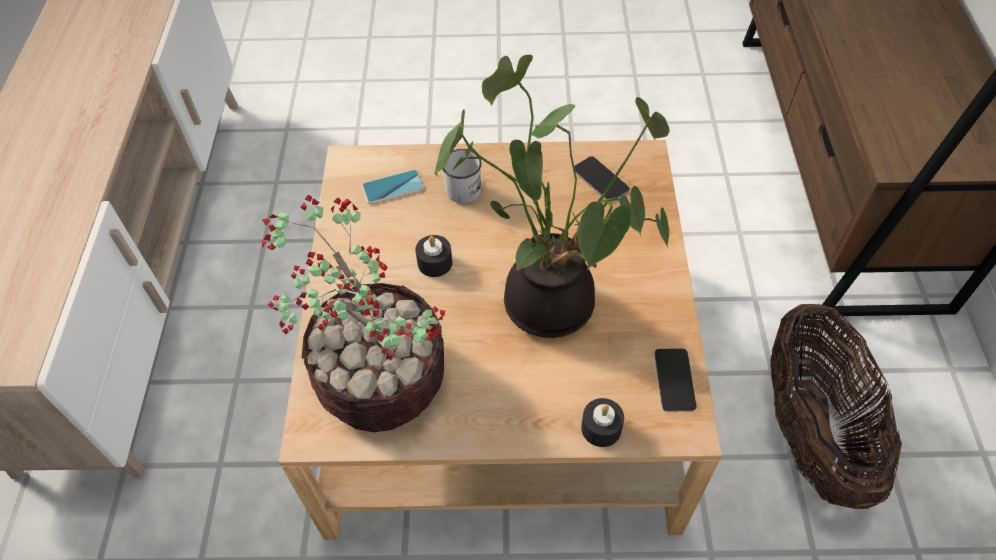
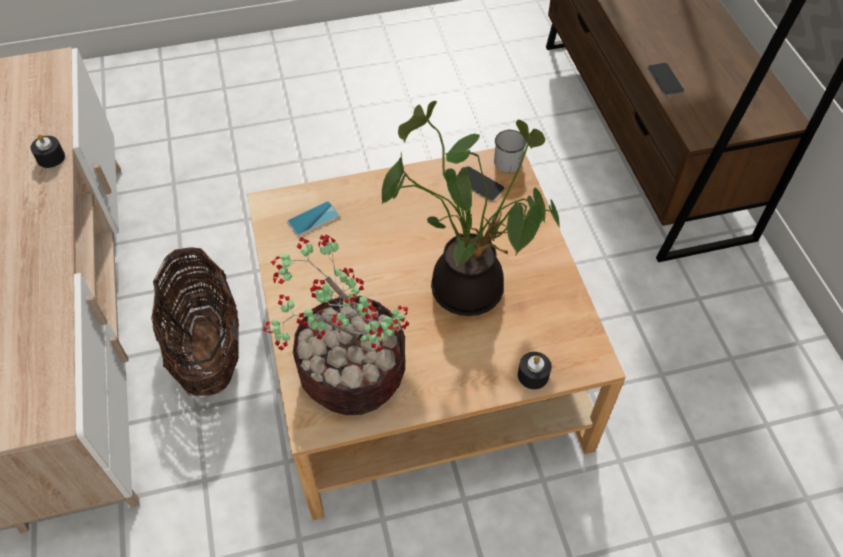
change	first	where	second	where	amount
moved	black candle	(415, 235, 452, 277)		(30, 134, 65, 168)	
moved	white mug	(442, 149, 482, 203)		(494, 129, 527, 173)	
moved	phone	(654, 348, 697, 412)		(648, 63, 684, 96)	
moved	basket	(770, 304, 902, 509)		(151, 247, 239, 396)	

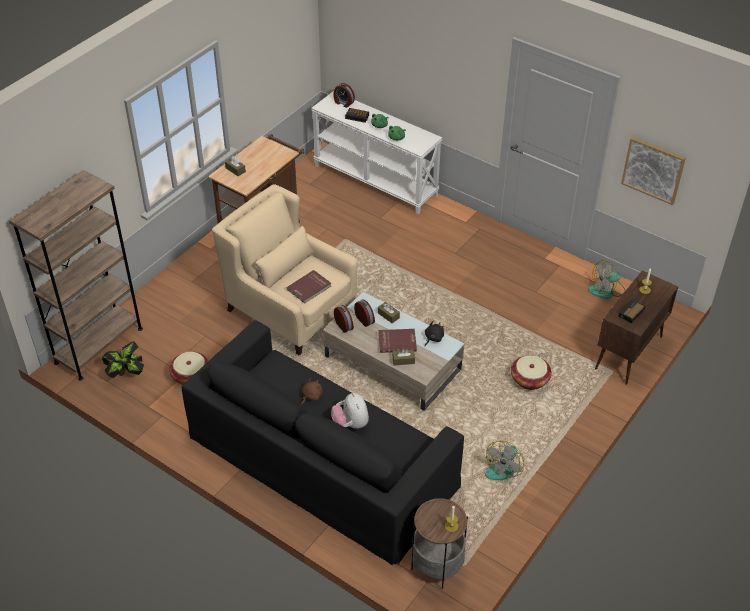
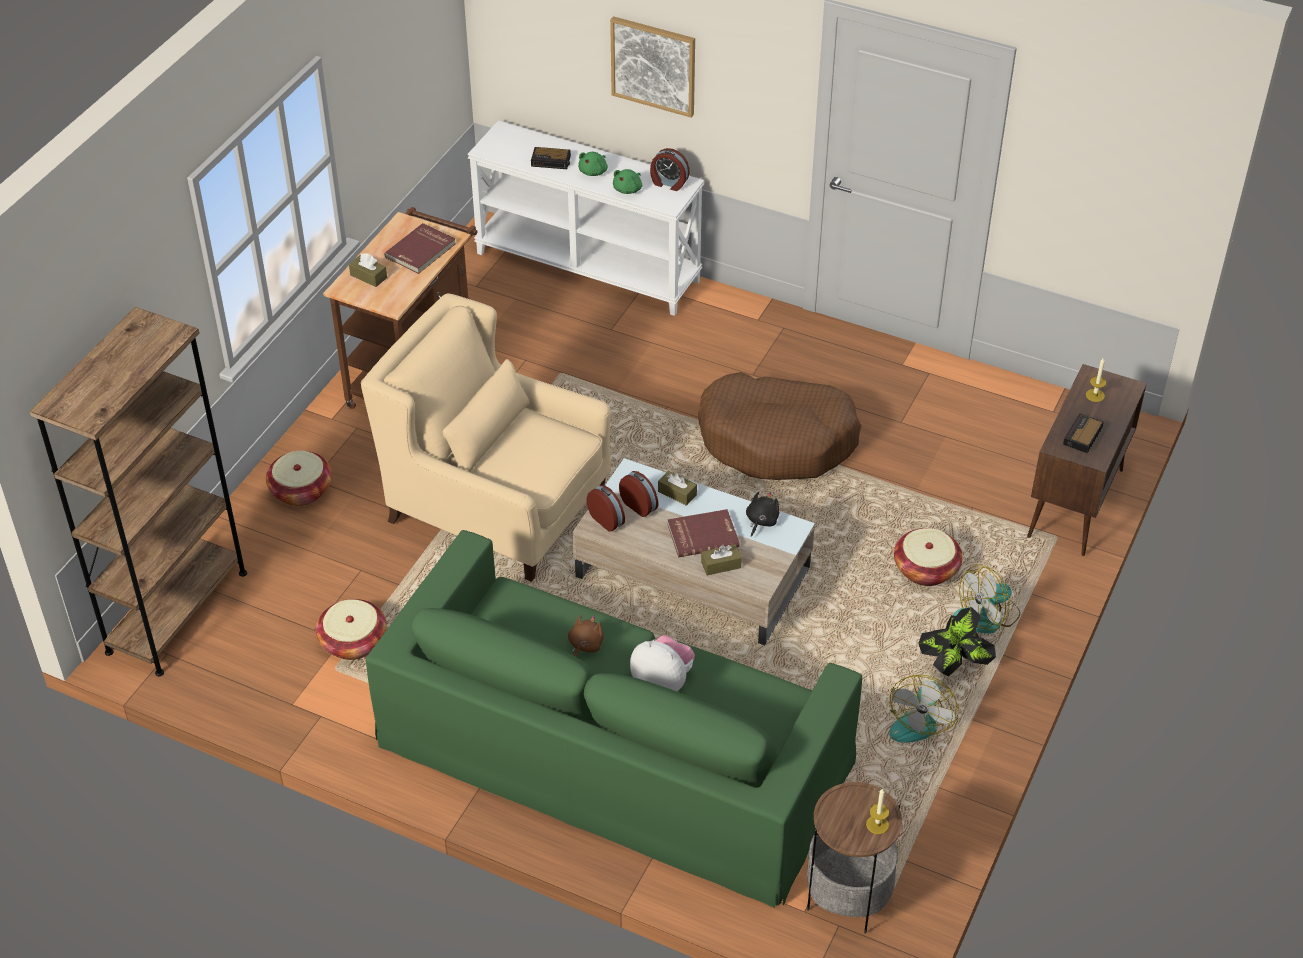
change	first	where	second	where	amount
added			basket	(266, 451, 332, 506)	
added			brown dog bed	(698, 372, 862, 480)	
moved	potted plant	(102, 341, 144, 378)		(918, 607, 996, 677)	
moved	red book	(287, 270, 331, 303)		(385, 223, 456, 274)	
moved	alarm clock	(333, 83, 355, 108)		(650, 148, 690, 191)	
moved	fan	(588, 260, 625, 299)		(953, 565, 1020, 634)	
moved	picture	(621, 137, 686, 205)		(610, 16, 695, 118)	
recoloured	black sofa	(181, 320, 464, 566)	green sofa	(366, 530, 862, 908)	
turned	plush toy	(331, 393, 369, 429)		(630, 635, 695, 691)	150 degrees clockwise

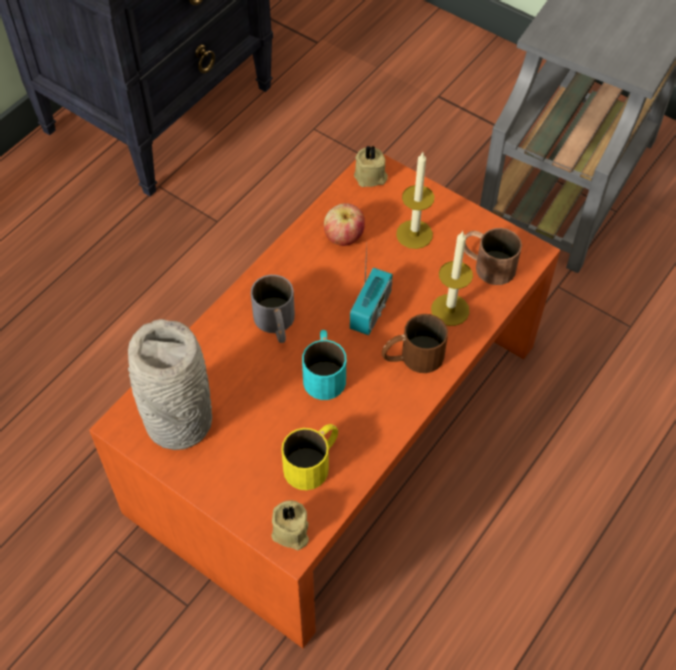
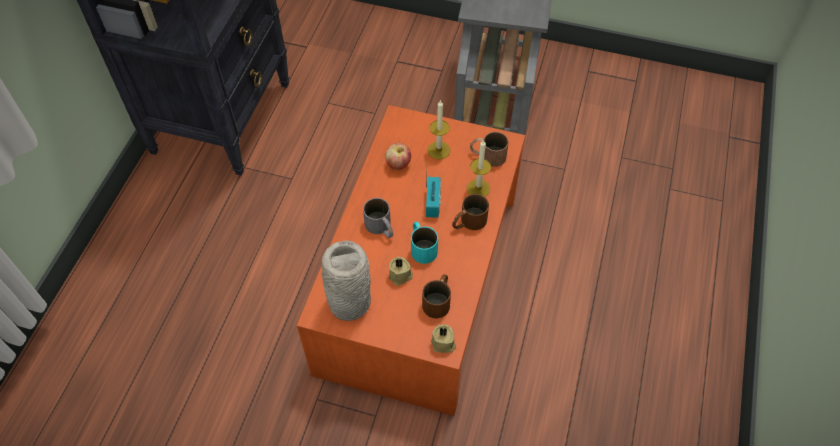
change	first	where	second	where	amount
moved	beige candle	(354, 145, 388, 187)		(389, 257, 413, 286)	
recoloured	yellow mug	(281, 424, 338, 490)	brown mug	(422, 274, 451, 318)	

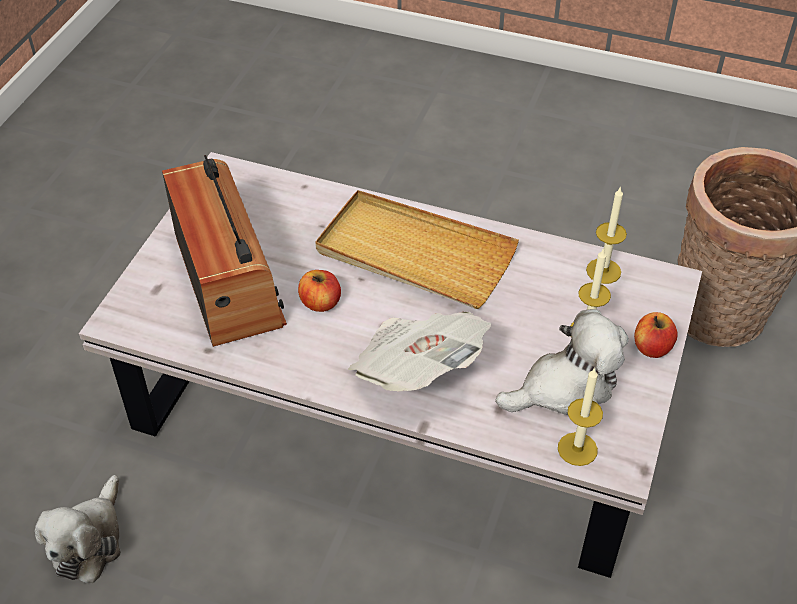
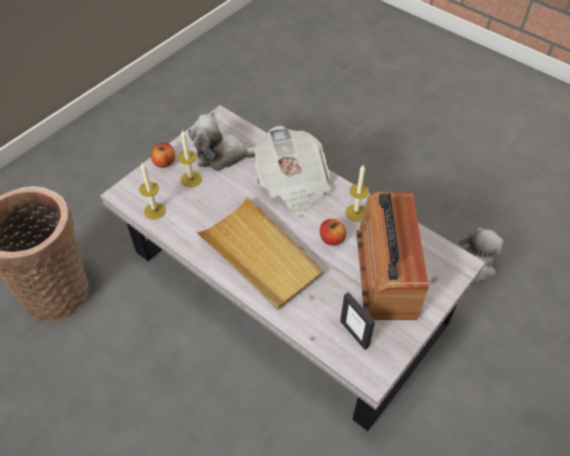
change	first	where	second	where	amount
added			picture frame	(340, 292, 375, 350)	
moved	candle	(558, 367, 603, 466)		(345, 165, 369, 222)	

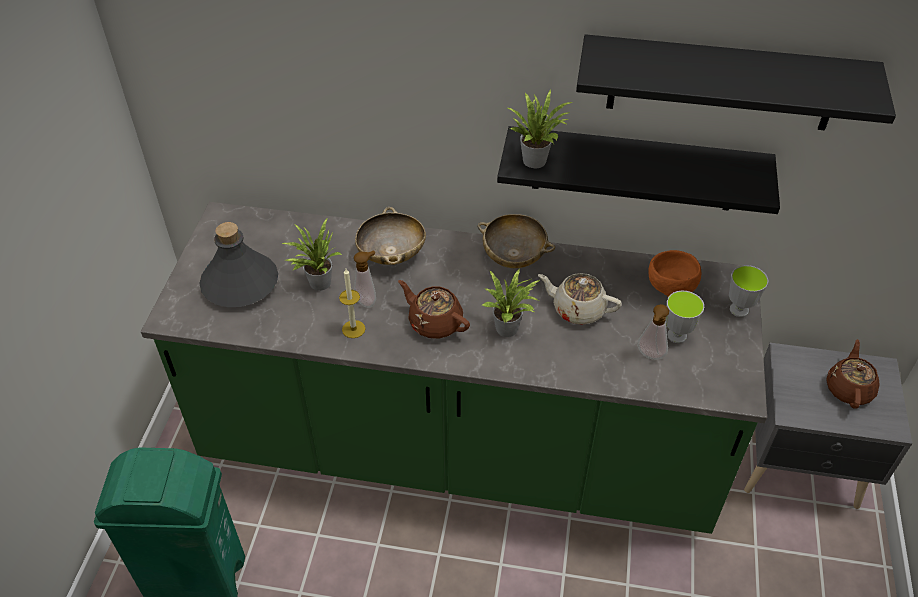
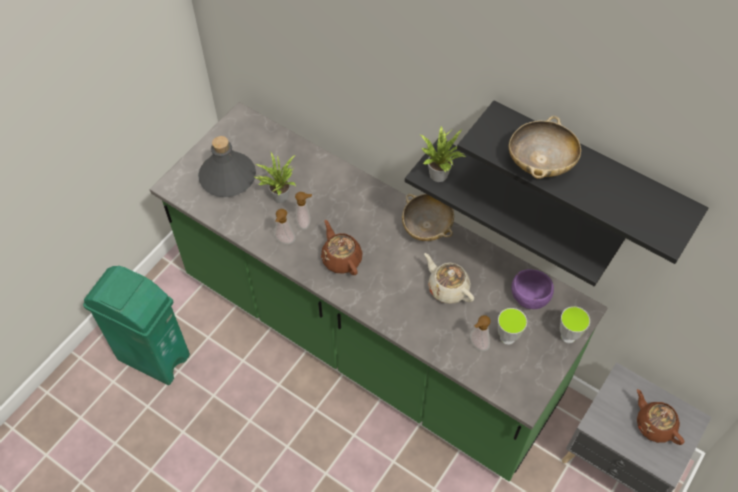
change	first	where	second	where	amount
removed	potted plant	(482, 269, 540, 337)			
moved	beige bowl	(355, 207, 426, 265)		(509, 115, 581, 179)	
replaced	candle	(339, 269, 365, 338)	soap dispenser	(274, 209, 296, 245)	
recoloured	orange bowl	(649, 250, 701, 297)	purple bowl	(511, 269, 554, 309)	
turned	brown teapot	(827, 339, 879, 409)		(637, 389, 684, 445)	75 degrees counterclockwise

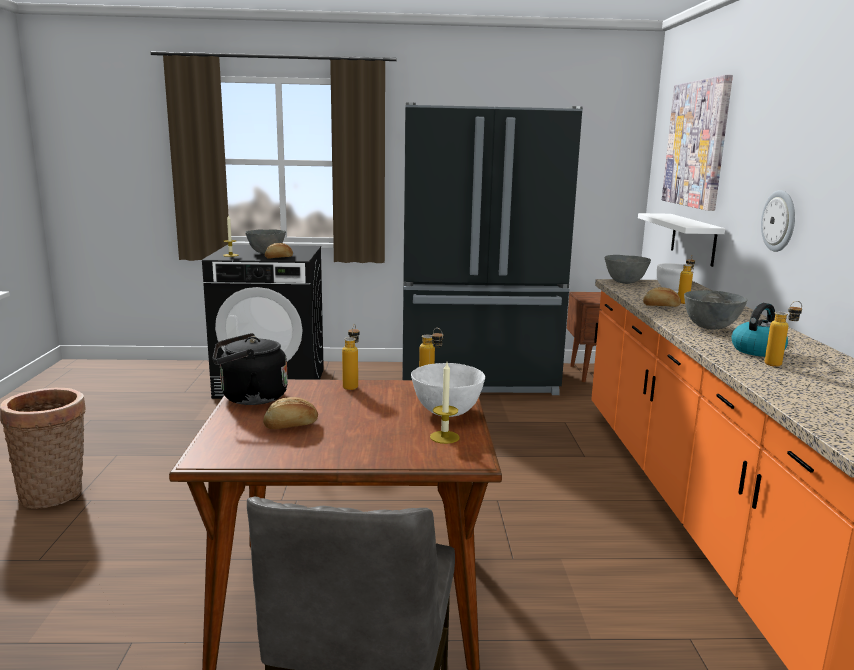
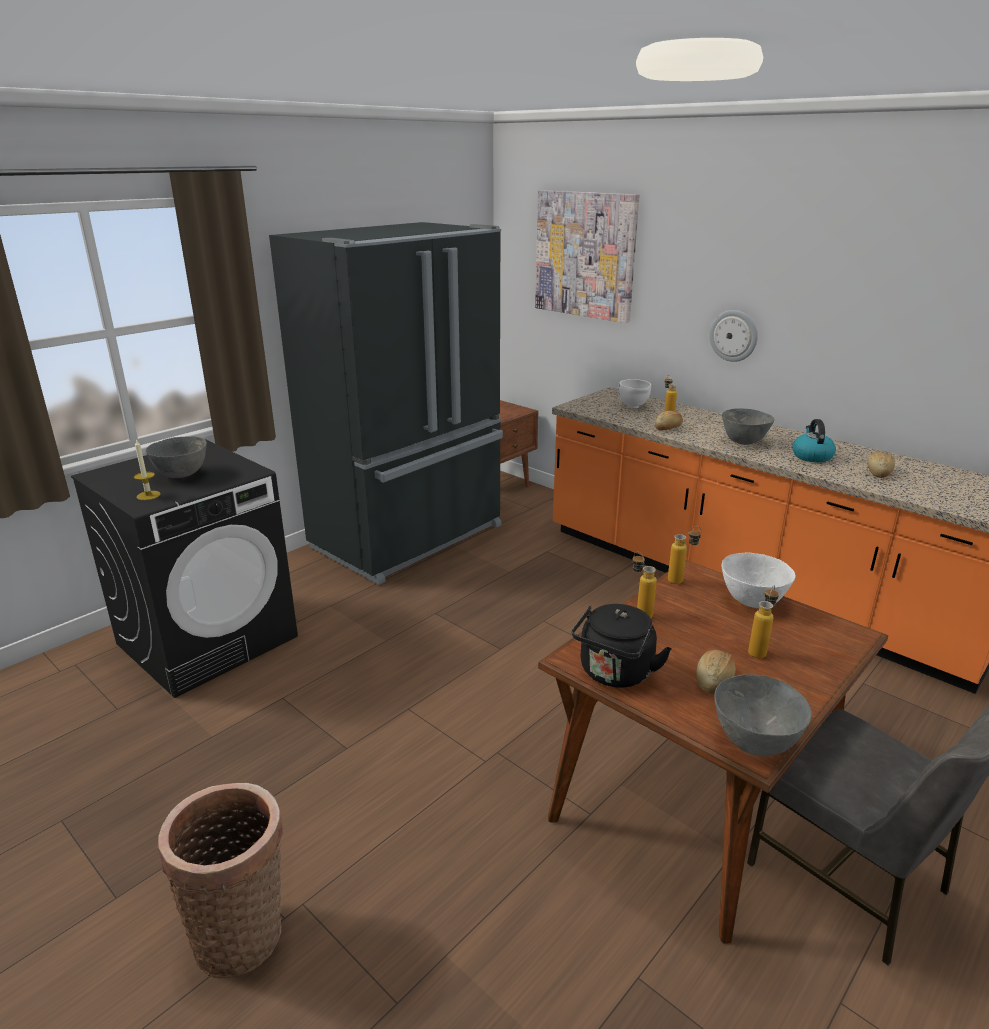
change	first	where	second	where	amount
removed	candle	(430, 362, 460, 444)			
removed	white shelf	(638, 213, 725, 267)			
moved	bread	(265, 243, 293, 259)		(867, 452, 895, 478)	
moved	grey bowl	(605, 255, 651, 284)		(714, 674, 812, 756)	
moved	bottle	(764, 301, 802, 367)		(748, 585, 779, 659)	

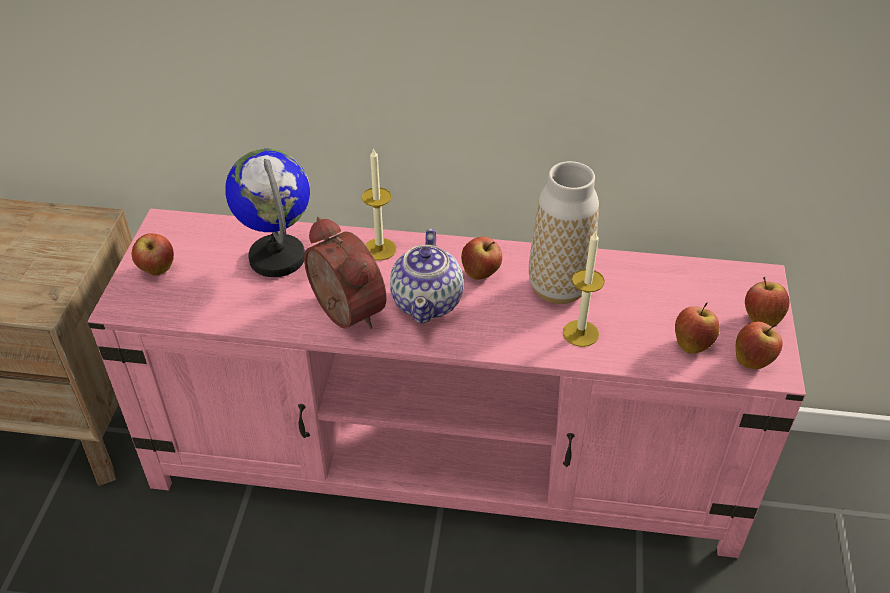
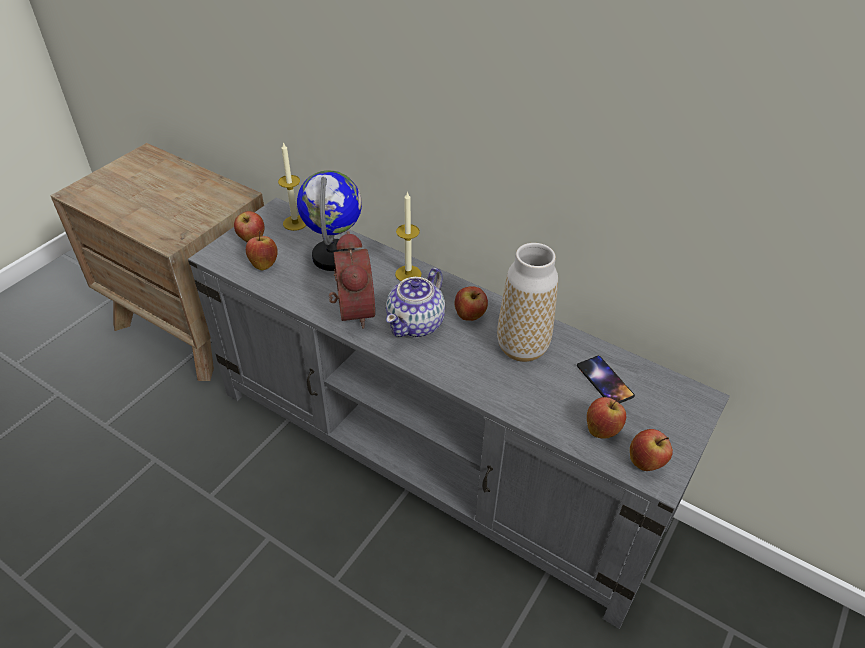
change	first	where	second	where	amount
added			phone	(577, 356, 635, 404)	
moved	candle	(563, 230, 605, 347)		(278, 142, 306, 231)	
moved	apple	(745, 277, 790, 327)		(246, 231, 278, 270)	
recoloured	pink tv stand	(88, 209, 806, 558)	grey tv stand	(188, 197, 730, 629)	

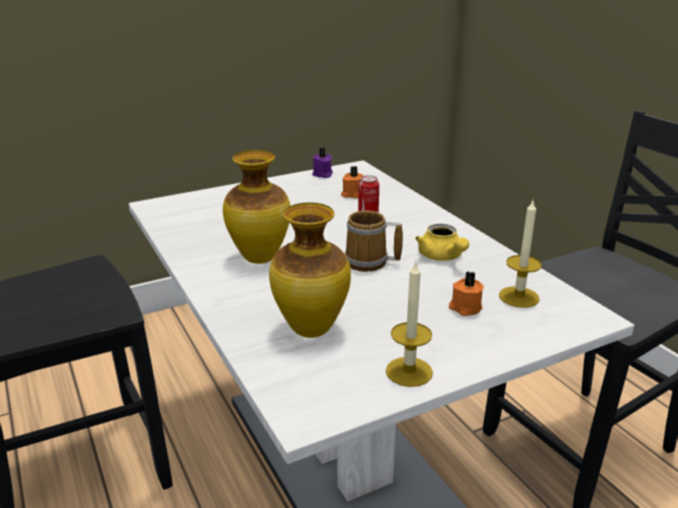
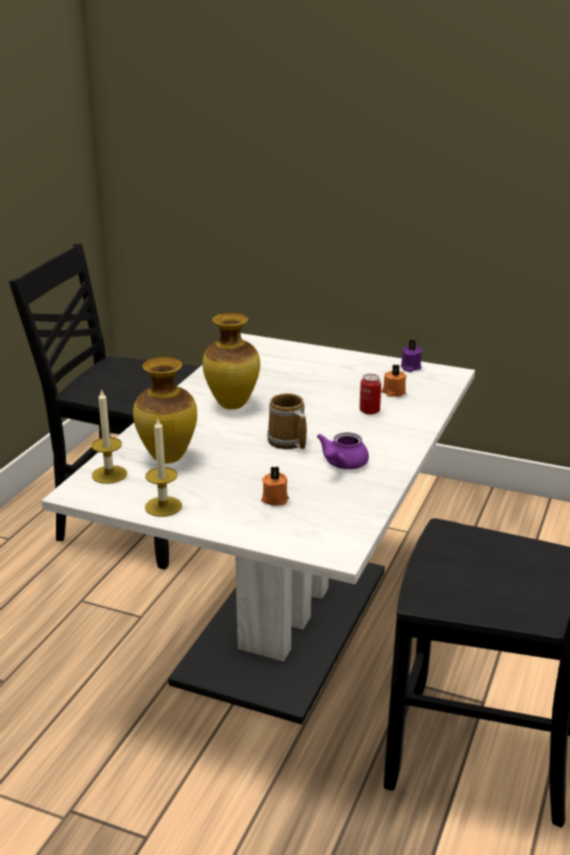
change	first	where	second	where	amount
moved	candle	(499, 201, 542, 308)		(91, 389, 127, 484)	
recoloured	yellow teapot	(415, 224, 469, 261)	purple teapot	(317, 432, 369, 469)	

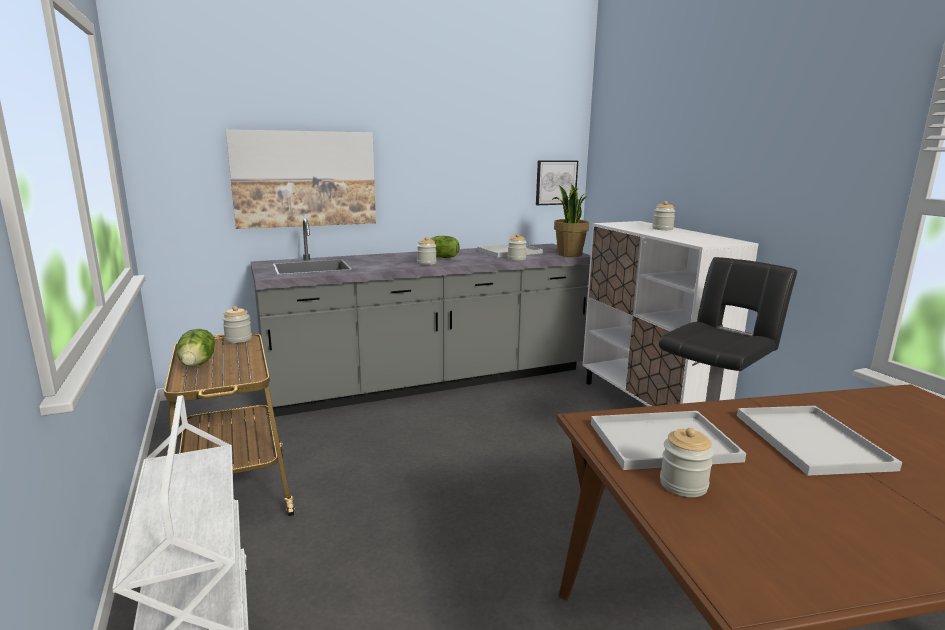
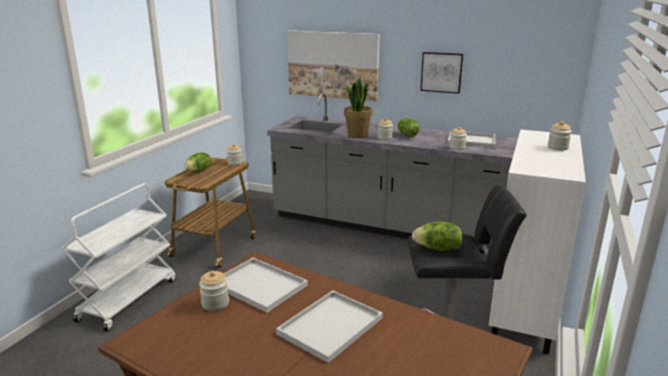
change	first	where	second	where	amount
added			lettuce	(412, 222, 462, 251)	
moved	picture	(536, 160, 578, 205)		(420, 52, 463, 94)	
moved	potted plant	(552, 184, 589, 257)		(342, 77, 372, 138)	

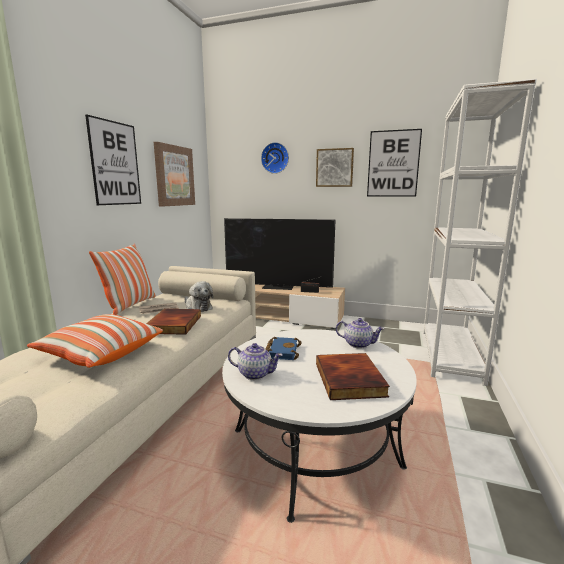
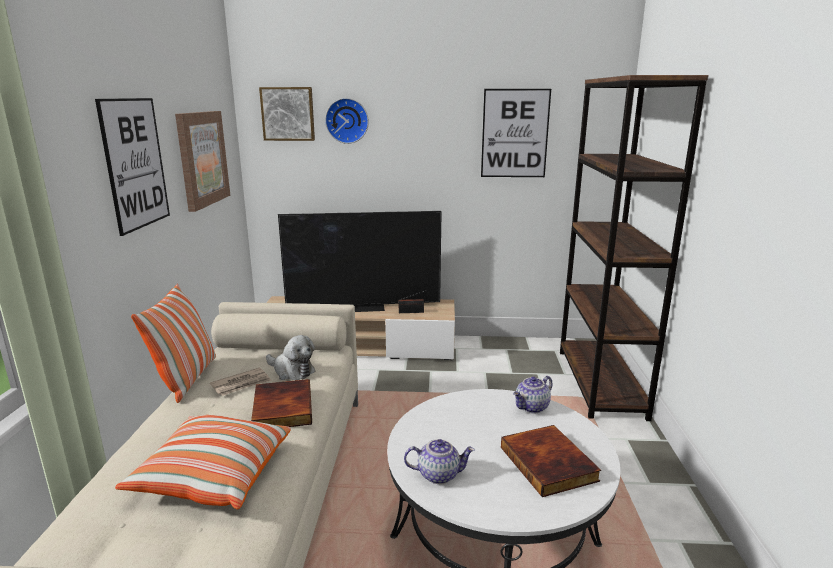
change	first	where	second	where	amount
removed	blue book	(266, 337, 302, 360)			
moved	picture	(316, 148, 354, 187)		(259, 87, 315, 141)	
recoloured	white bookcase	(423, 79, 537, 386)	brown bookcase	(560, 75, 709, 421)	
turned	teapot	(336, 318, 384, 348)		(513, 376, 553, 413)	135 degrees clockwise

